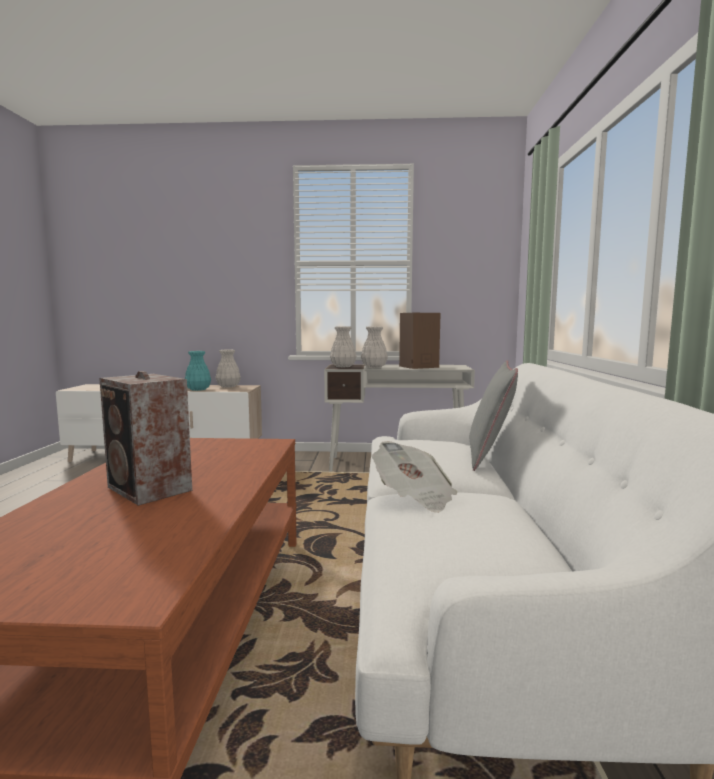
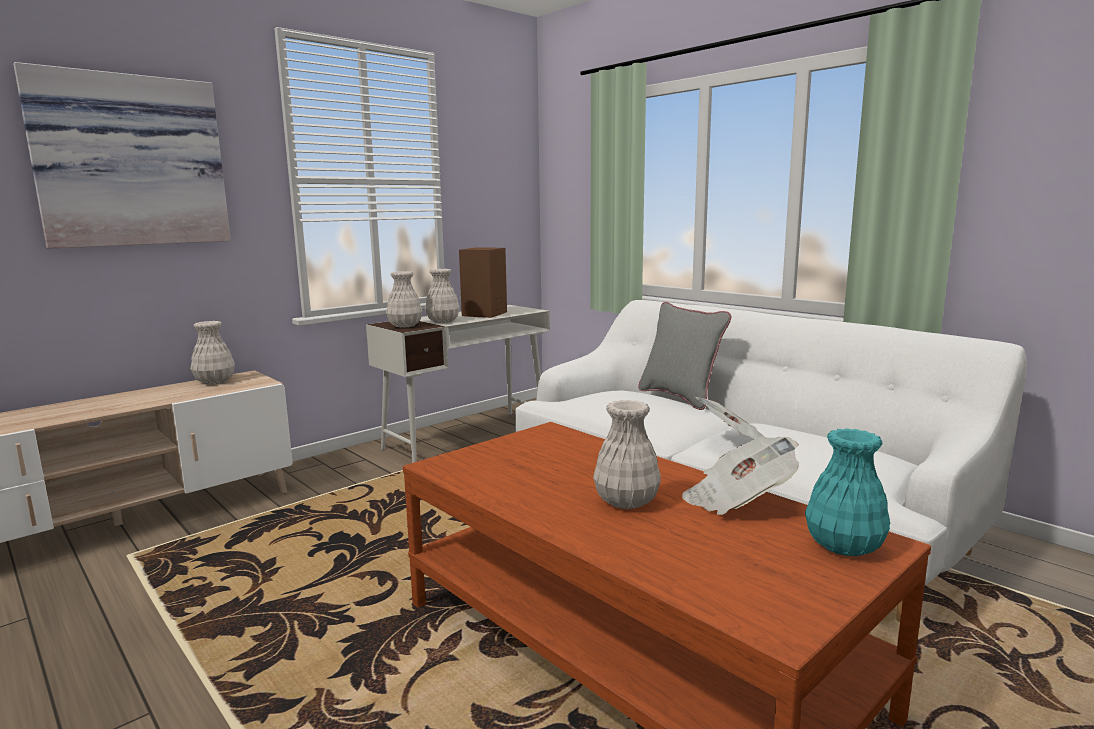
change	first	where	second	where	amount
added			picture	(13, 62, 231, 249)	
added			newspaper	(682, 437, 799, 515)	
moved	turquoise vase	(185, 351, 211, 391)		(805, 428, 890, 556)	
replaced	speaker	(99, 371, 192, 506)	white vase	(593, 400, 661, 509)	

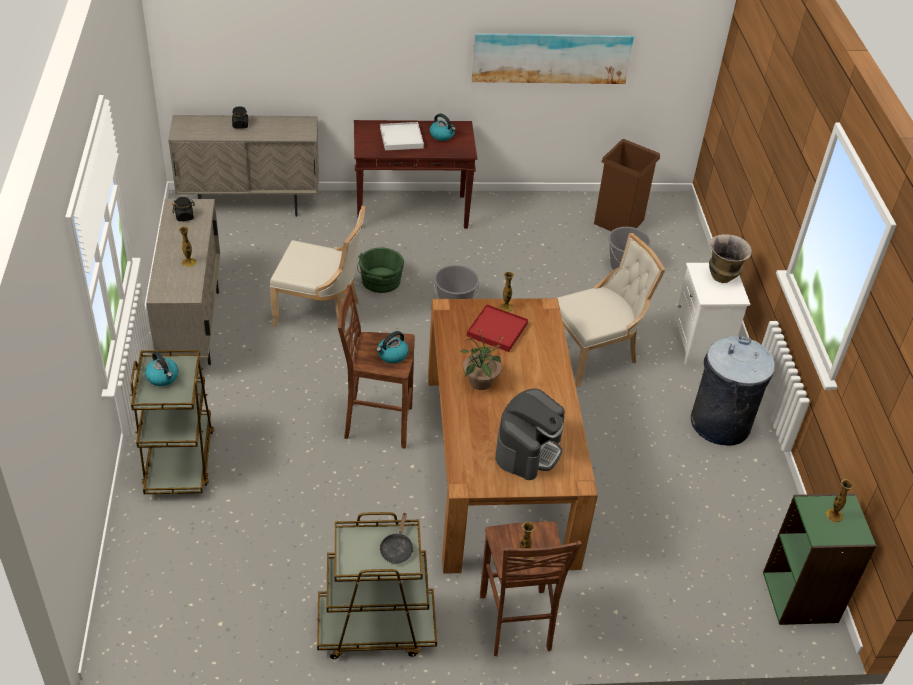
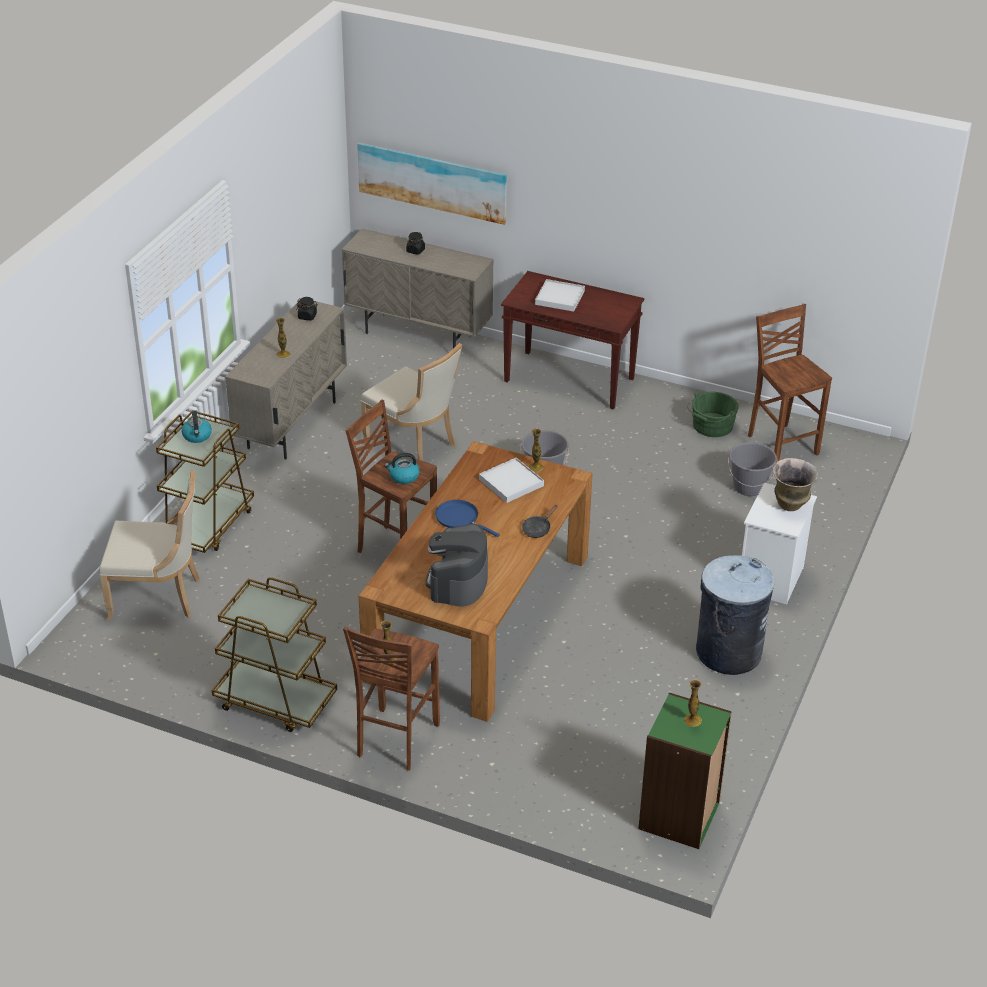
change	first	where	second	where	amount
removed	kettle	(430, 114, 456, 141)			
moved	green bucket	(357, 248, 404, 293)		(687, 392, 739, 437)	
moved	black frying pan	(380, 512, 413, 564)		(522, 505, 558, 538)	
moved	picture	(472, 33, 634, 84)		(357, 143, 507, 225)	
moved	beige chair	(558, 233, 665, 388)		(99, 470, 200, 621)	
replaced	potted plant	(460, 328, 504, 390)	blue frying pan	(435, 500, 500, 537)	
replaced	brown trash can	(594, 139, 660, 231)	brown stool	(748, 304, 832, 462)	
recoloured	red tray	(467, 304, 528, 352)	white tray	(479, 458, 544, 503)	
turned	coffee machine	(495, 389, 565, 480)		(426, 524, 488, 607)	135 degrees clockwise

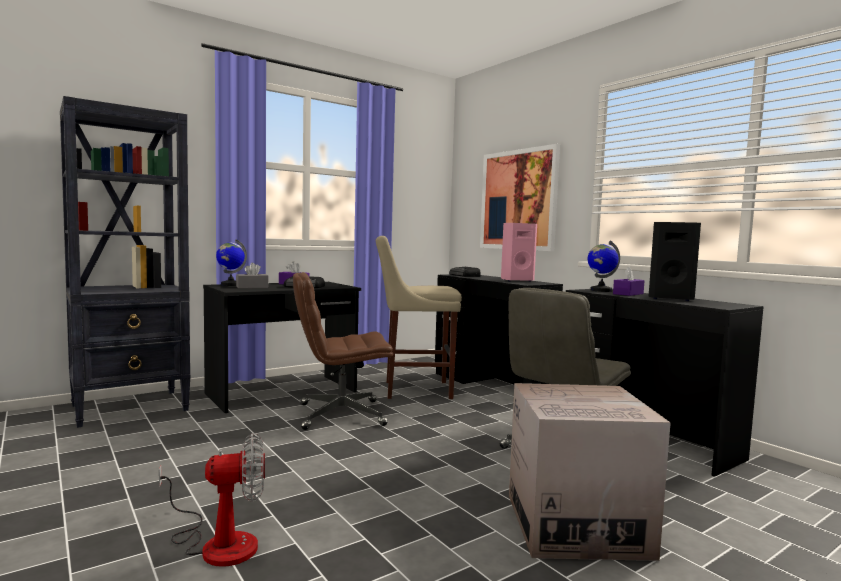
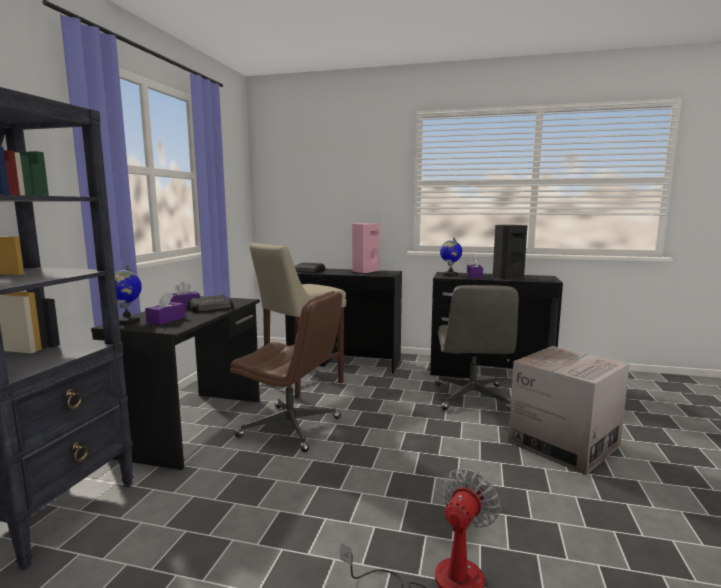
change	first	where	second	where	amount
removed	picture	(480, 144, 560, 251)			
recoloured	grey tissue box	(236, 263, 268, 288)	purple tissue box	(145, 292, 186, 325)	
turned	brown office chair	(293, 272, 393, 430)		(230, 291, 342, 452)	105 degrees counterclockwise

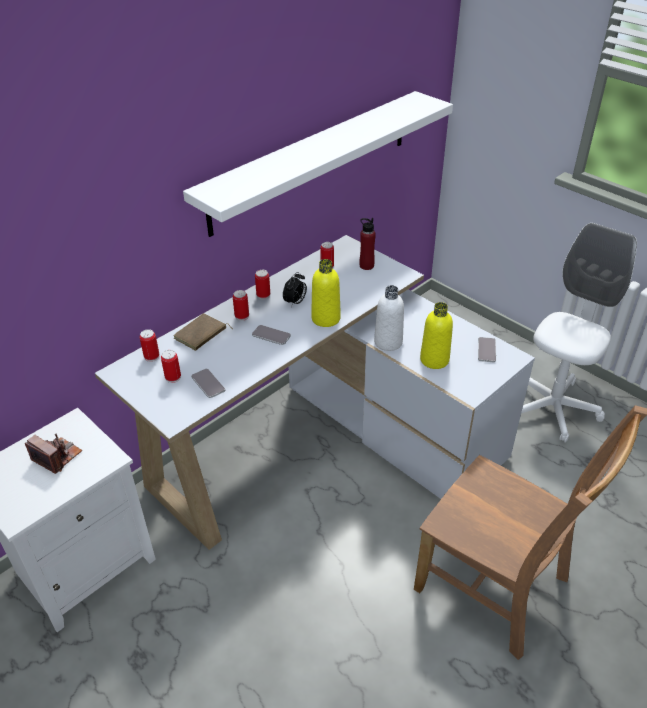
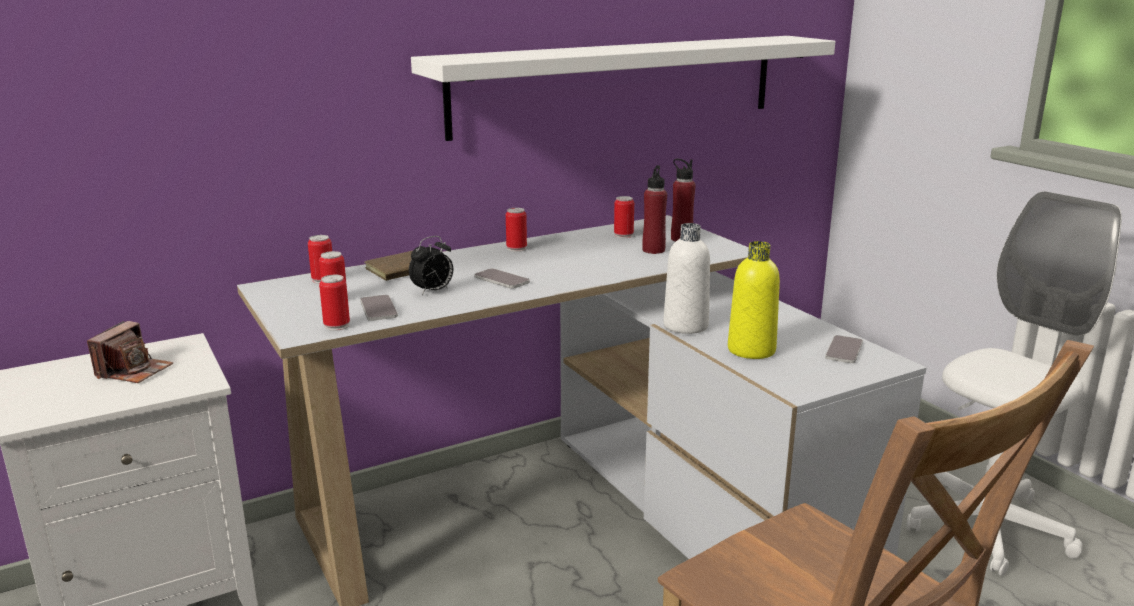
change	first	where	second	where	amount
removed	yellow bottle	(311, 259, 341, 327)			
added			red bottle	(642, 165, 667, 254)	
moved	can	(233, 290, 249, 321)		(319, 275, 350, 331)	
moved	alarm clock	(283, 272, 307, 307)		(409, 236, 453, 295)	
turned	photo camera	(25, 433, 82, 474)		(87, 321, 173, 383)	60 degrees clockwise

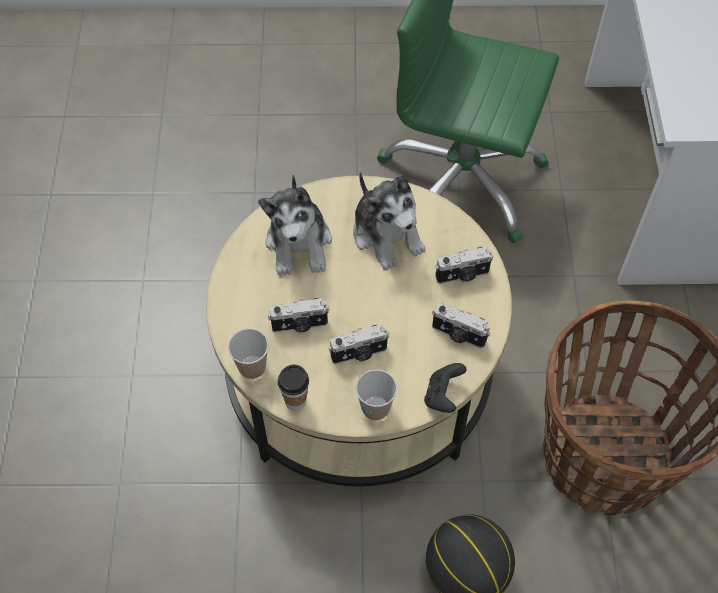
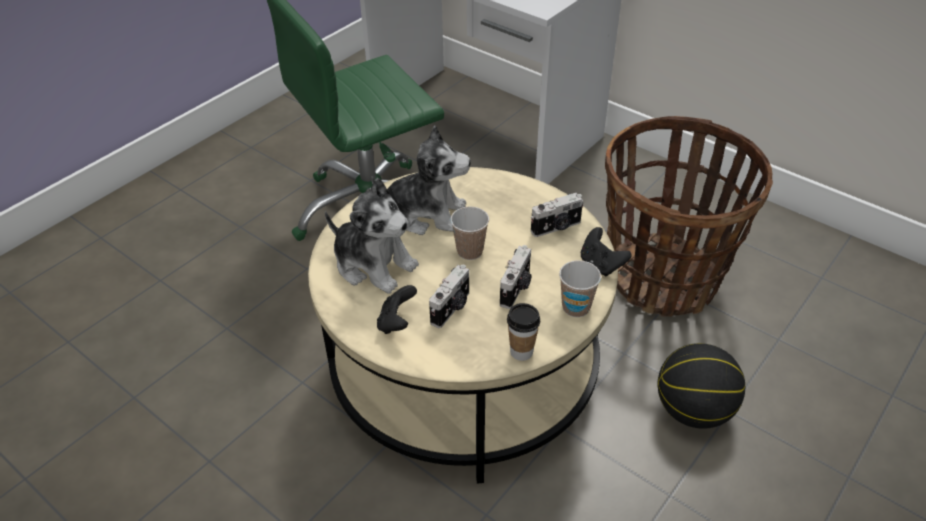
change	first	where	second	where	amount
removed	photo camera	(435, 247, 493, 284)			
added			black game controller	(377, 285, 417, 334)	
moved	cup	(228, 328, 269, 379)		(450, 206, 489, 260)	

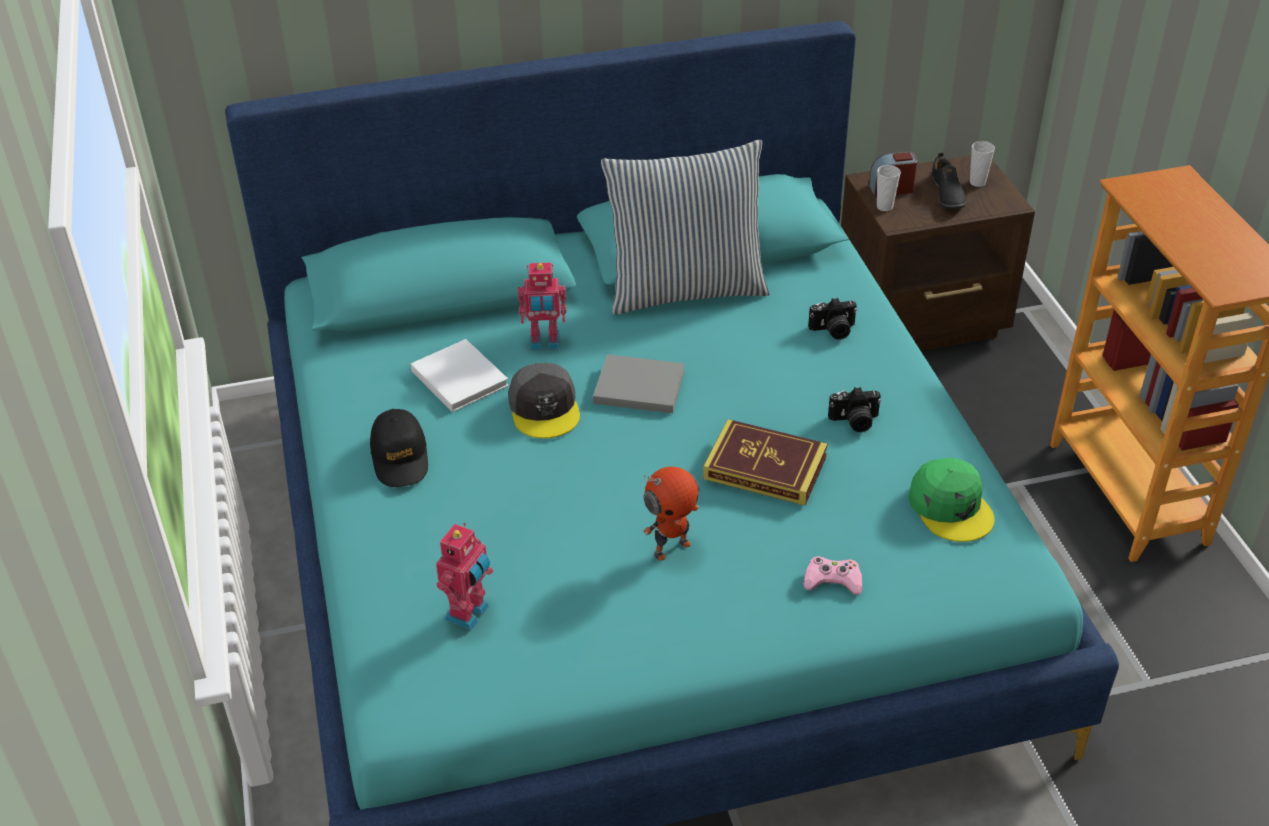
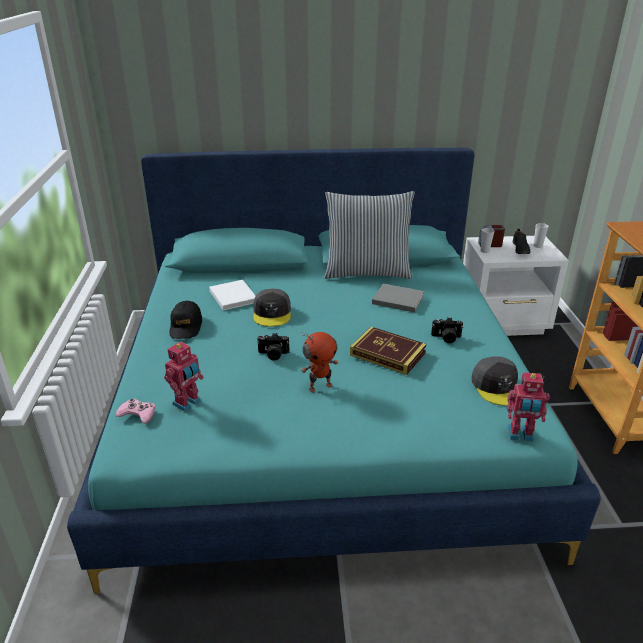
change	first	where	second	where	amount
moved	toy robot	(517, 262, 567, 350)		(507, 372, 549, 442)	
moved	grey book	(593, 354, 685, 413)		(372, 284, 424, 312)	
moved	pink game controller	(803, 556, 862, 595)		(116, 399, 155, 424)	
moved	photo camera	(808, 298, 857, 340)		(257, 333, 289, 361)	
recoloured	brown nightstand	(841, 155, 1035, 351)	white nightstand	(463, 236, 569, 336)	
recoloured	green cap	(908, 458, 994, 542)	grey cap	(471, 356, 518, 406)	

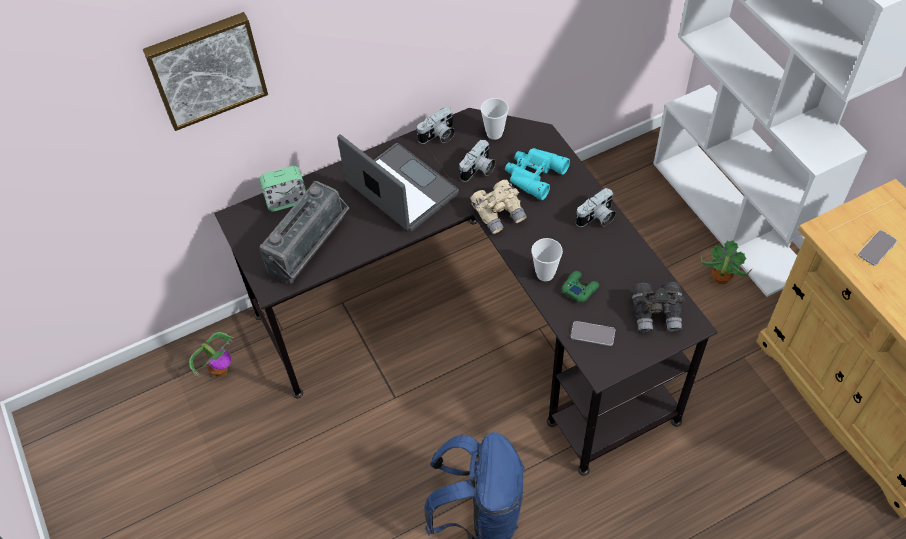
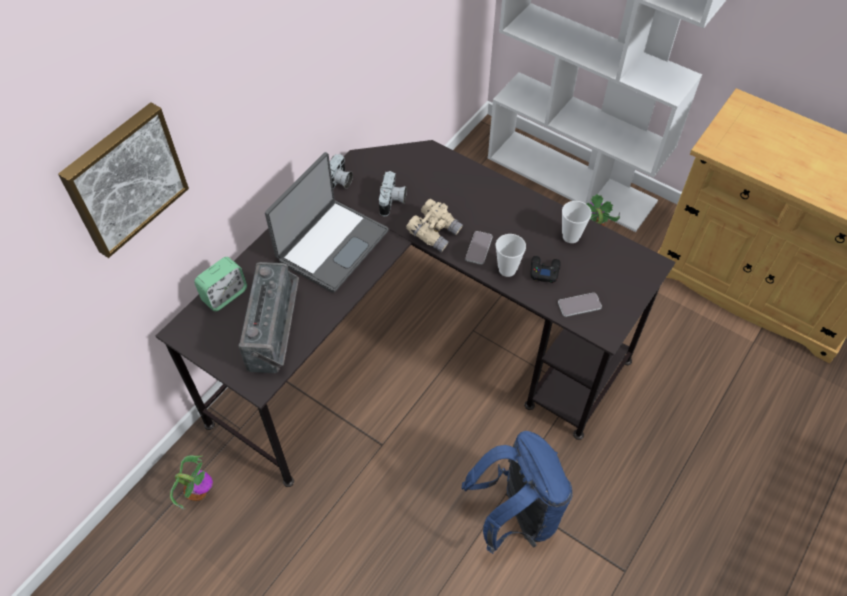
change	first	where	second	where	amount
removed	turquoise binoculars	(505, 148, 570, 200)			
removed	photo camera	(576, 188, 616, 227)			
removed	grey binoculars	(632, 282, 685, 332)			
moved	cup	(481, 98, 509, 140)		(562, 201, 592, 243)	
moved	phone	(858, 230, 897, 266)		(465, 231, 493, 265)	
recoloured	green game controller	(562, 271, 599, 303)	black game controller	(530, 256, 561, 283)	
turned	laptop	(337, 134, 459, 232)		(265, 152, 389, 293)	105 degrees clockwise

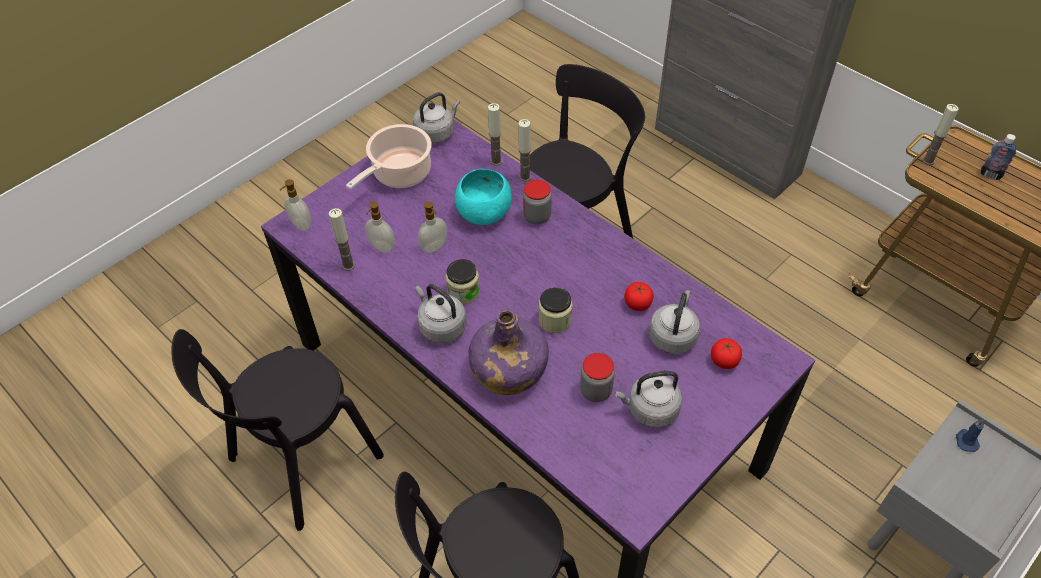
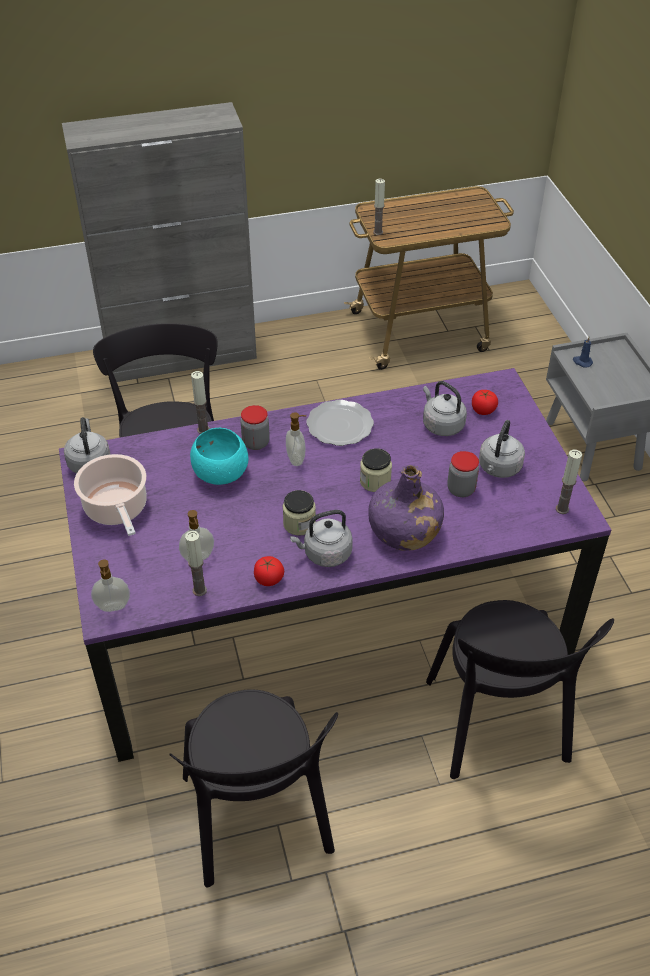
change	first	where	second	where	amount
removed	bottle	(981, 134, 1016, 180)			
added			plate	(306, 400, 374, 446)	
moved	soap dispenser	(418, 201, 447, 253)		(286, 412, 306, 466)	
moved	candle	(488, 103, 502, 166)		(556, 450, 582, 514)	
moved	tomato	(624, 282, 654, 311)		(254, 556, 284, 586)	

